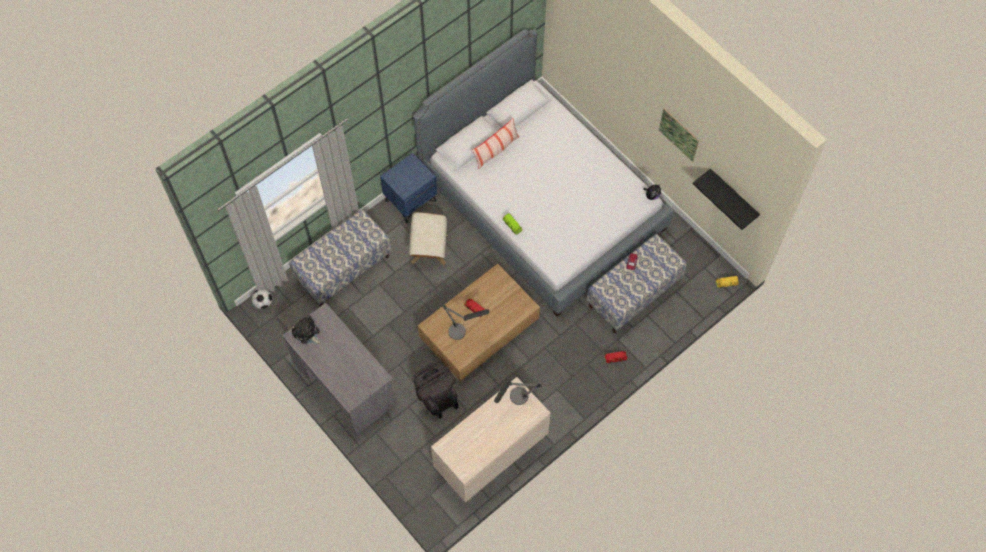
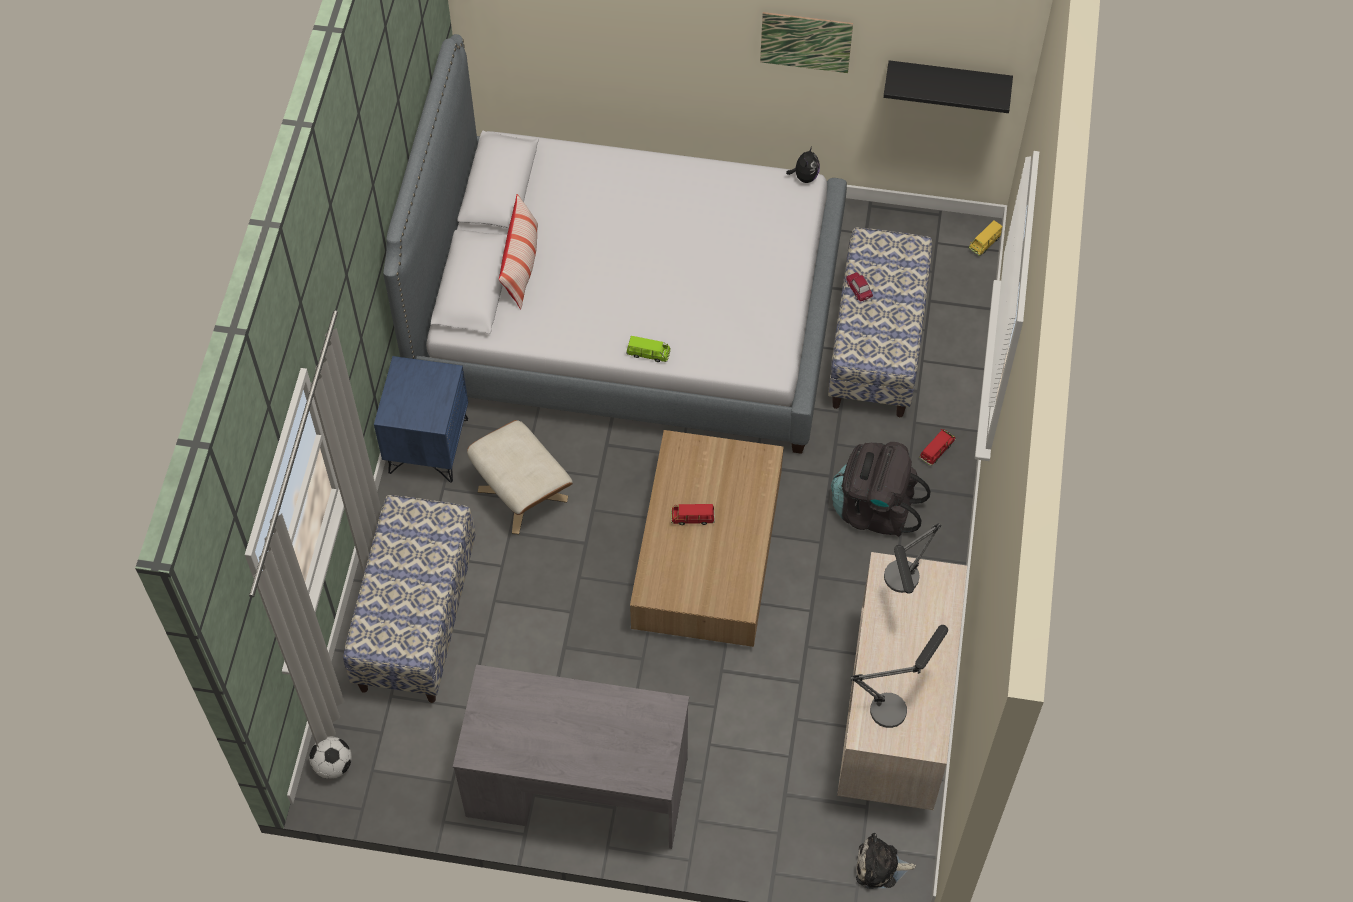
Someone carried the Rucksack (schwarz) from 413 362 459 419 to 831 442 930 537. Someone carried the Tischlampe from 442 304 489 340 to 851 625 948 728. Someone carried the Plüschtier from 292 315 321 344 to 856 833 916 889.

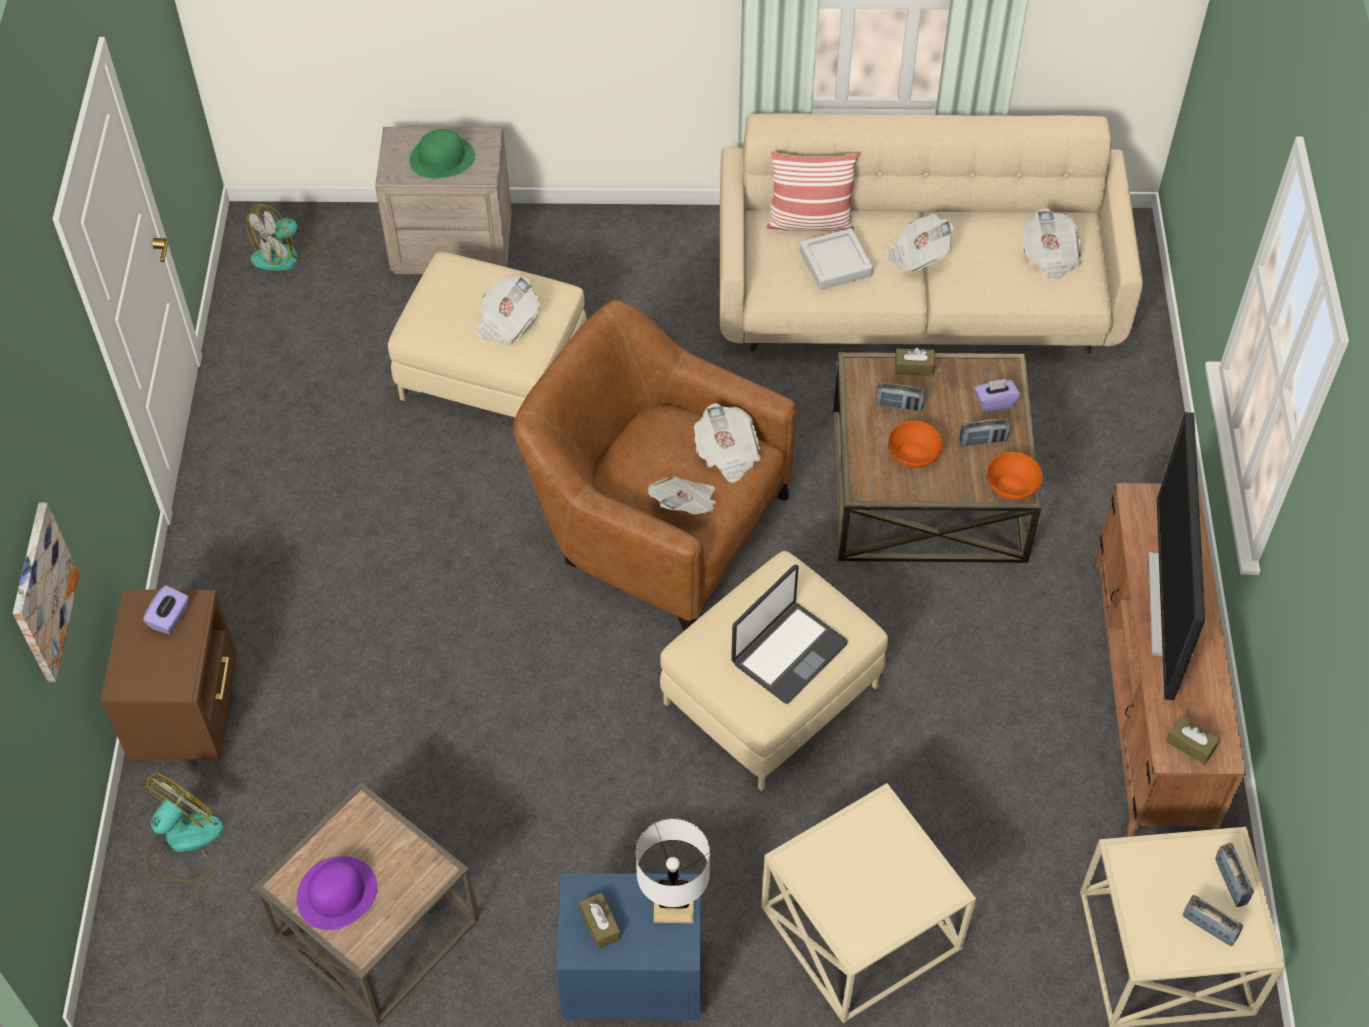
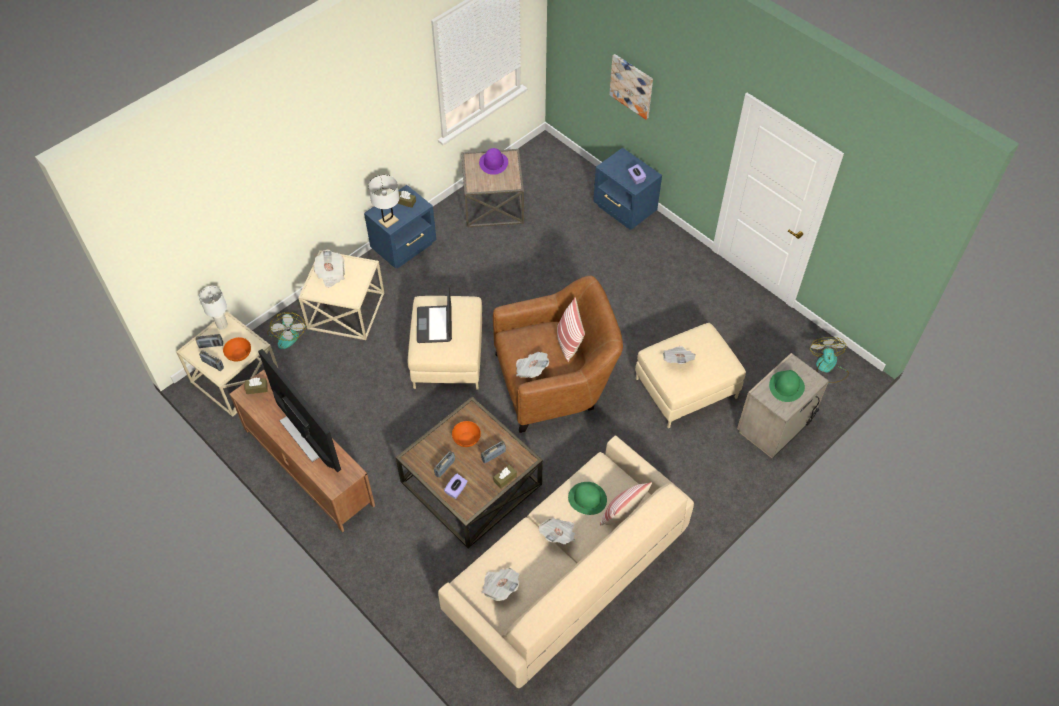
Someone put down the Tischlampe (weiß) at 199 286 228 330. Someone carried the Schüssel (orange) from 987 452 1043 500 to 223 337 251 361. Someone carried the Ventilator from 145 772 224 882 to 267 312 306 349. Someone carried the Zeitung from 648 476 716 515 to 314 249 345 288. Someone put down the Kissen at 557 297 585 362. Someone swapped the Tablett (grau) at 800 228 873 290 for the Hut (grün) at 568 482 607 515. Someone repainted the Nachttisch (braun) at 100 589 237 760, which became the Nachttisch (blau) at 593 148 662 230.

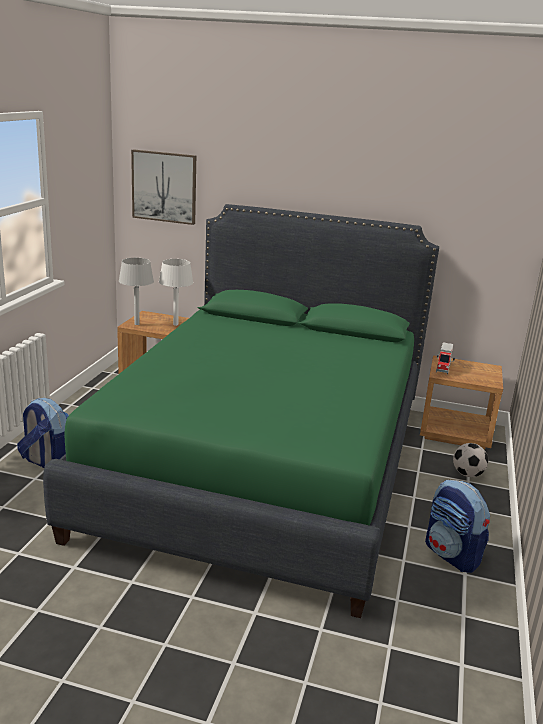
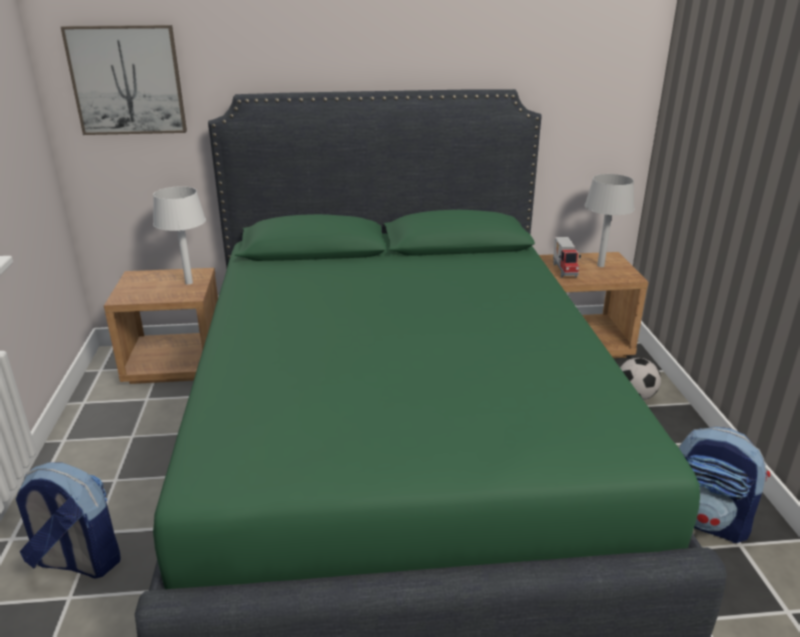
Someone carried the Tischlampe (grau) from 119 258 154 325 to 585 174 634 267.

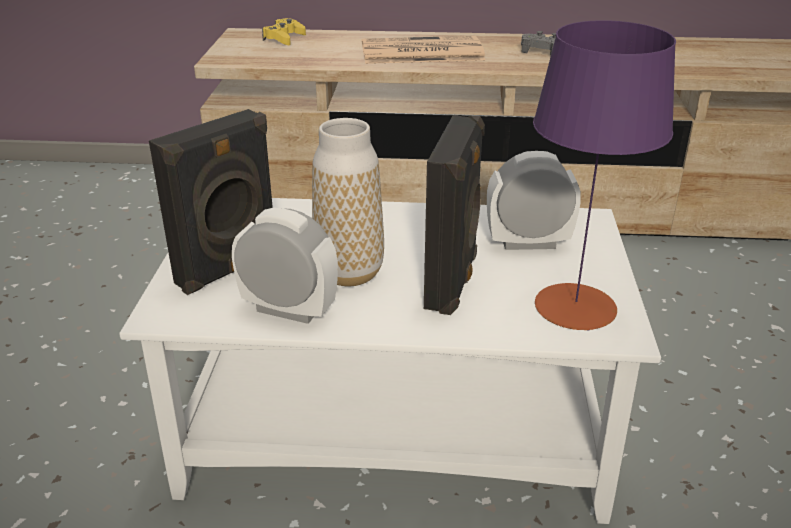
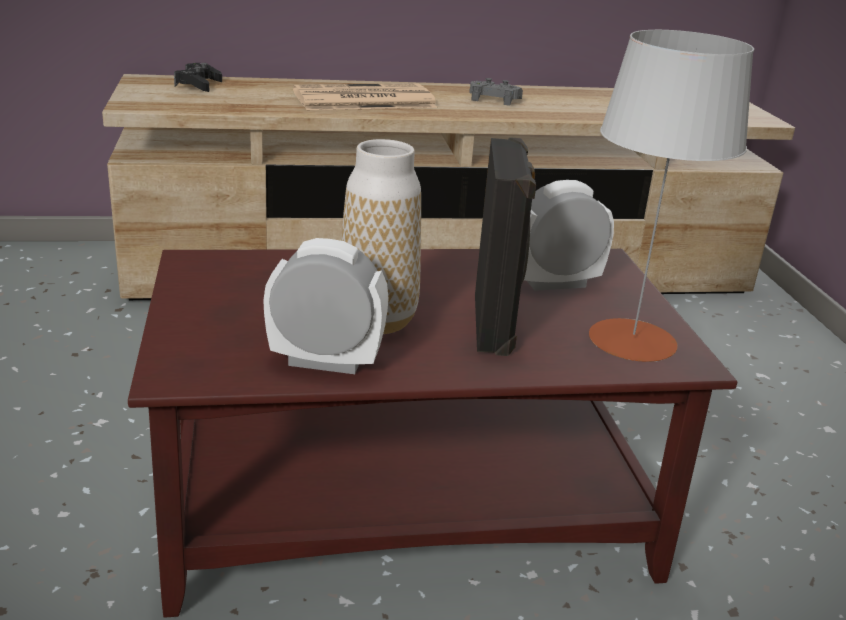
Someone repainted the Couchtisch (weiß) at 119 198 661 524, which became the Couchtisch (braun) at 128 249 737 618. Someone repainted the Gamepad (gelb) at 262 18 306 45, which became the Gamepad (schwarz) at 174 63 222 92. Someone repainted the Tischlampe (lila) at 533 20 676 331, which became the Tischlampe (grau) at 589 30 754 362. Someone took away the Lautsprecher (schwarz) at 149 109 273 295.

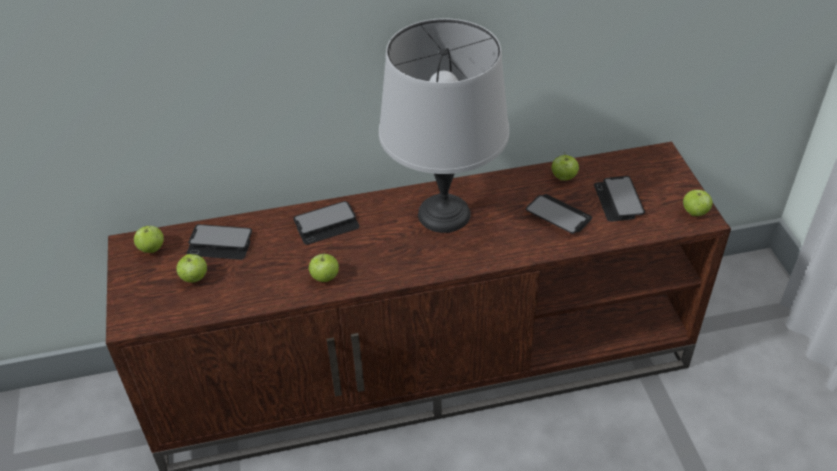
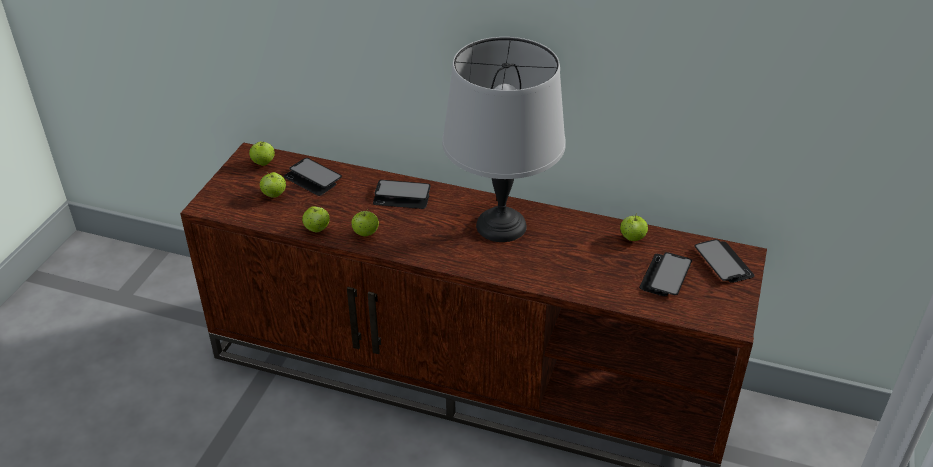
Someone carried the Apfel from 683 190 713 216 to 302 206 330 232. Someone carried the Handy from 526 194 592 234 to 694 239 755 283.

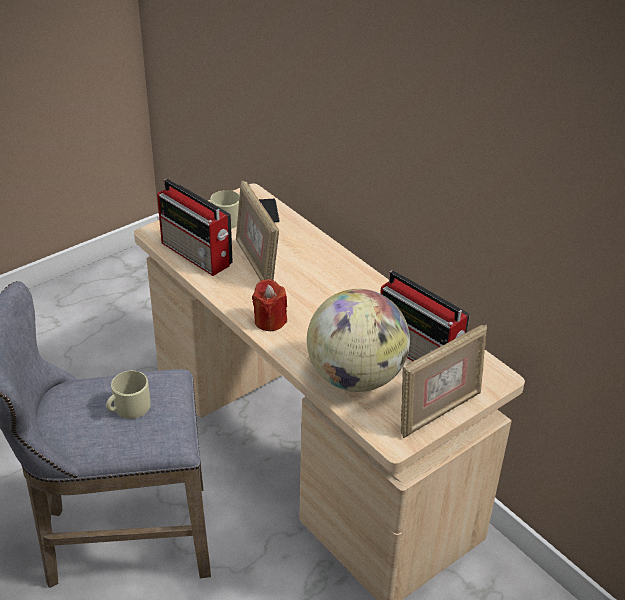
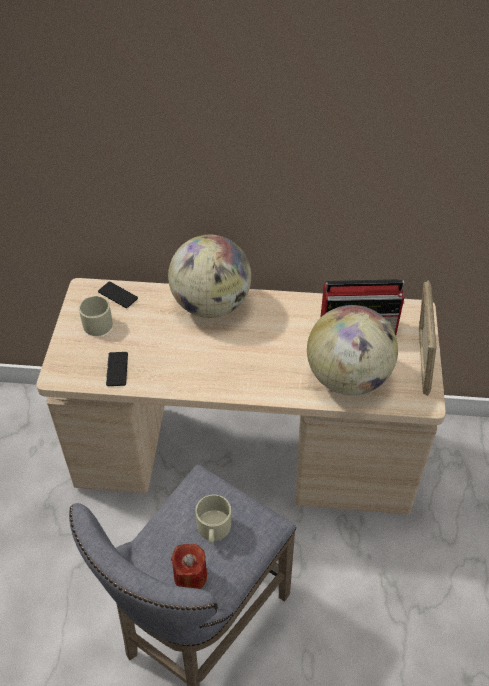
Someone swapped the Radio at 157 179 233 276 for the Handy at 106 352 128 386. Someone put down the Globus at 168 235 251 318. Someone carried the Kerze (rot) from 252 279 287 331 to 171 544 207 589. Someone took away the Bilderrahmen at 236 181 279 280.

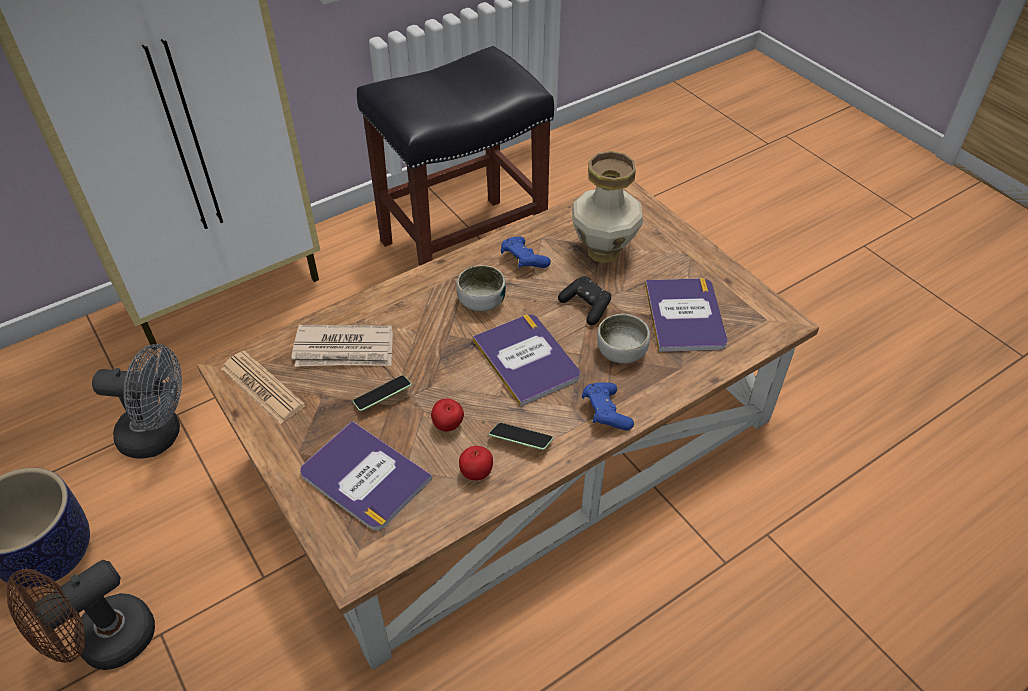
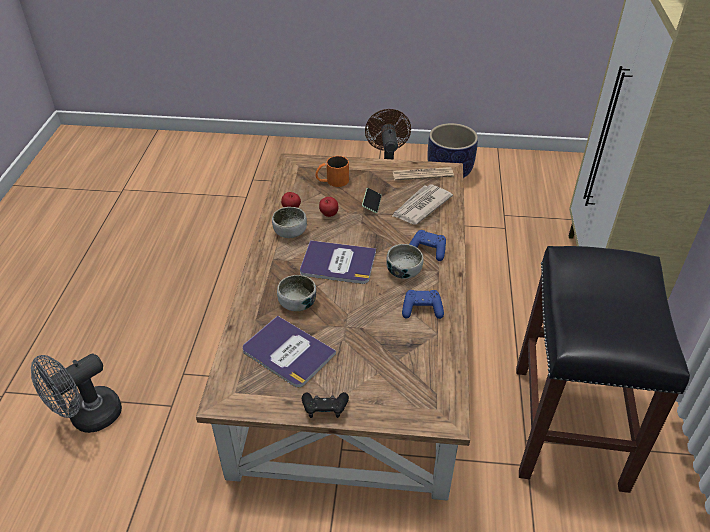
Someone carried the Ventilator (grau) from 92 344 182 459 to 31 354 122 433. Someone swapped the Handy at 489 423 553 450 for the Schüssel at 272 207 307 238. Someone carried the Gamepad (schwarz) from 558 276 611 325 to 302 392 349 418. Someone swapped the Buch at 300 421 432 531 for the Henkelbecher (orange) at 315 156 349 187. Someone carried the Gamepad (blau) from 582 383 634 430 to 409 230 446 261. Someone took away the Vase at 572 151 643 263.

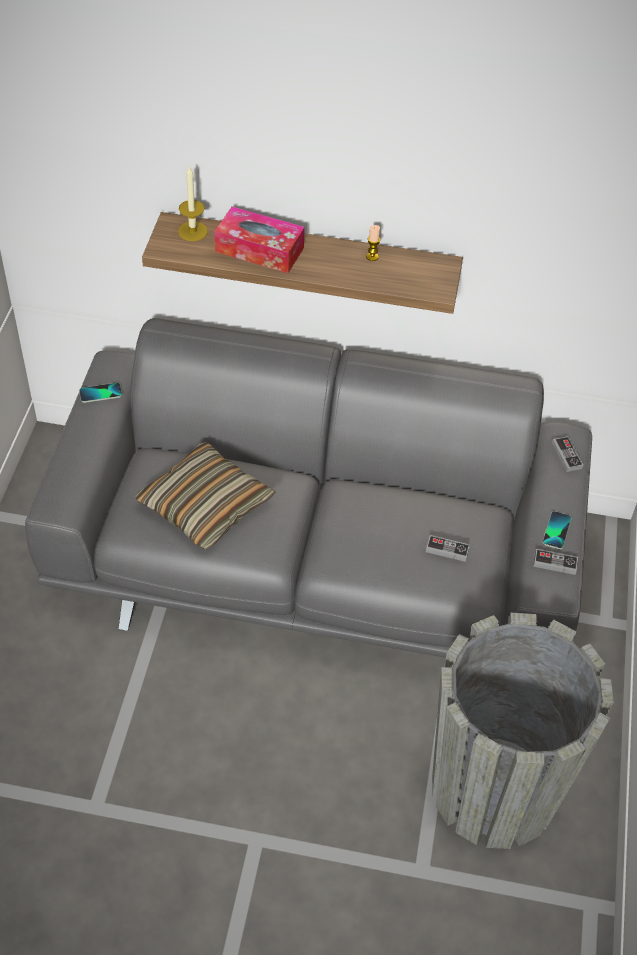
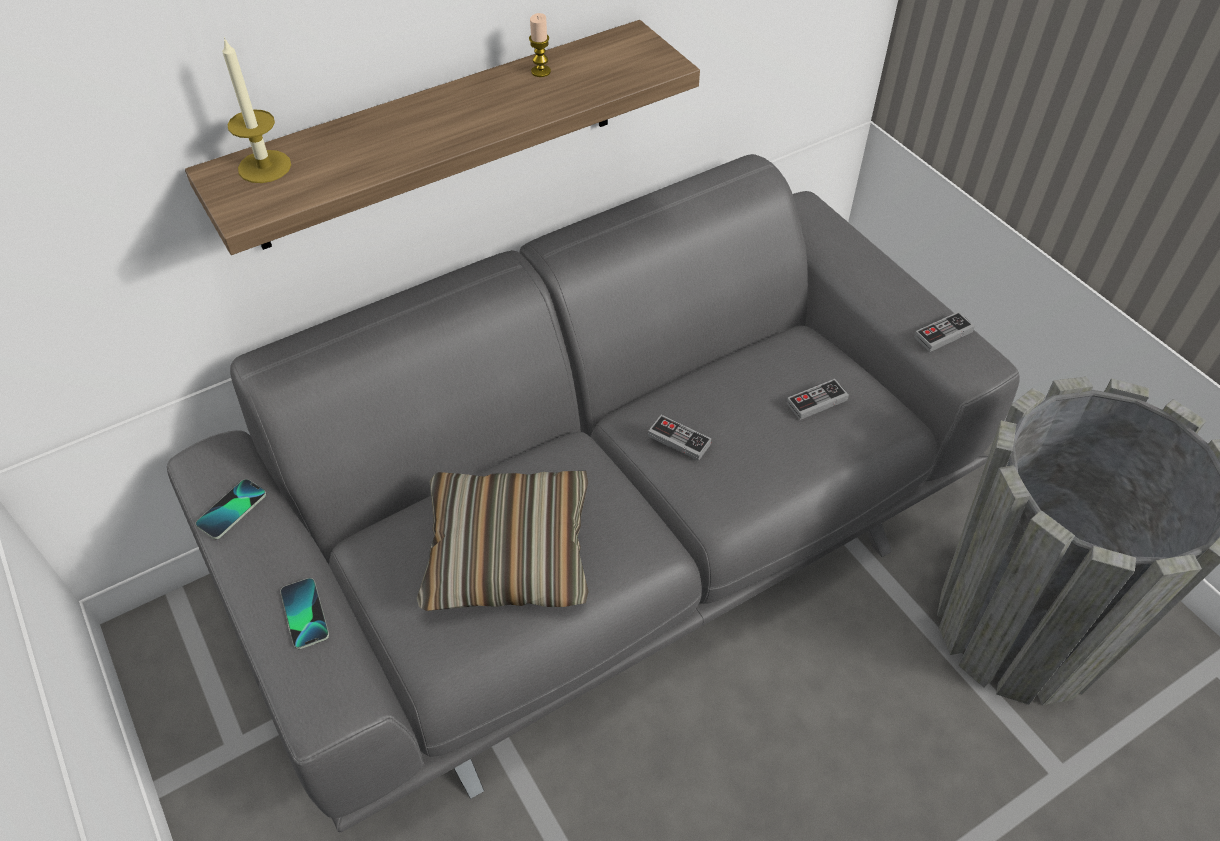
Someone carried the Handy from 543 511 571 550 to 280 578 329 649. Someone carried the Gamepad from 552 436 583 472 to 648 415 712 461. Someone took away the Taschentuchbox at 215 206 305 273.

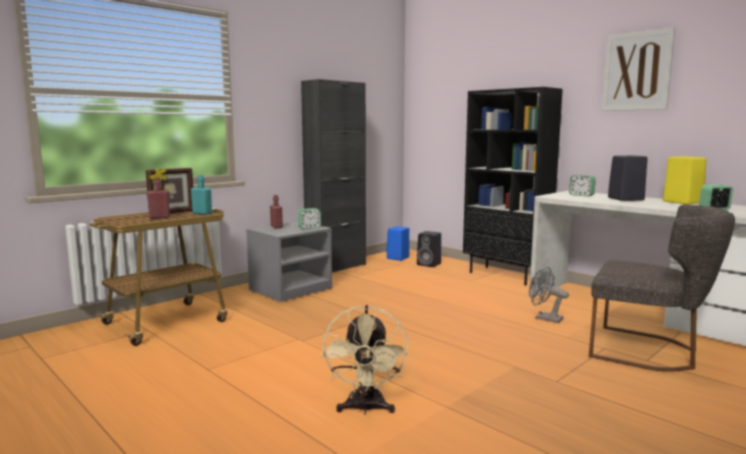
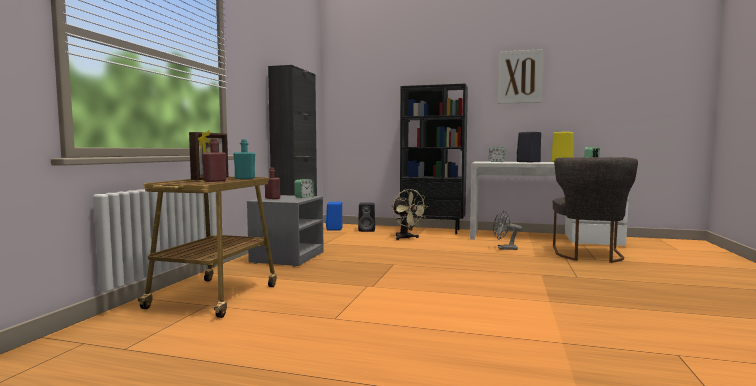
Someone carried the Ventilator (beige) from 321 305 408 415 to 391 189 429 240. Someone rotated the Stuhl (grau) at 589 204 735 372 by 105 degrees clockwise.

